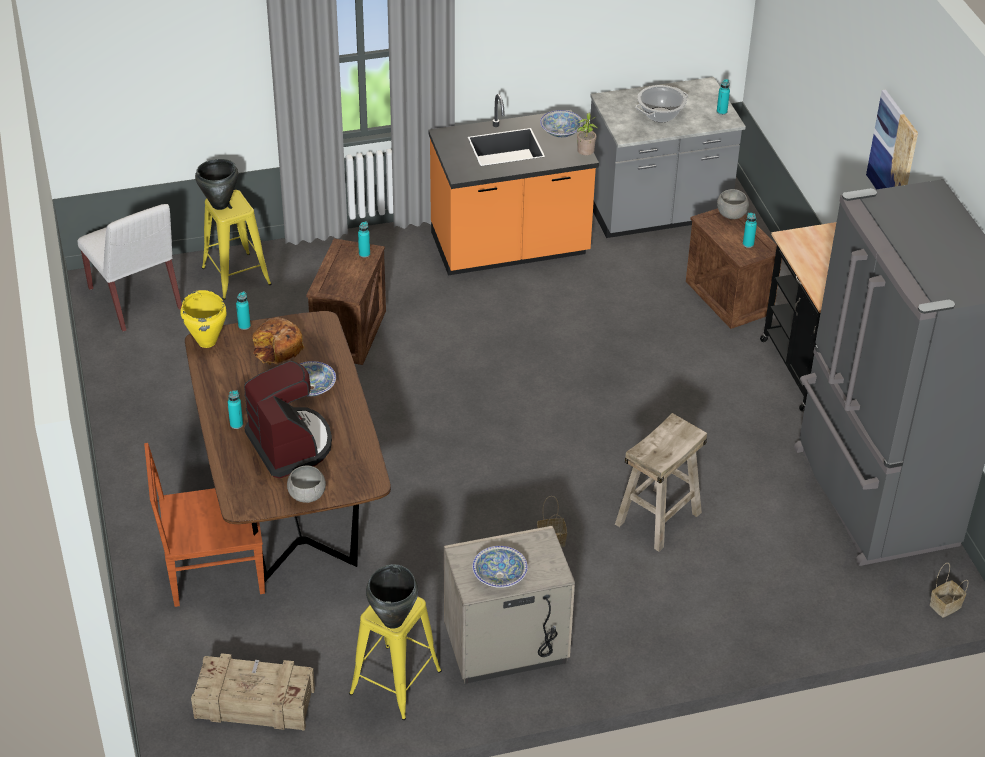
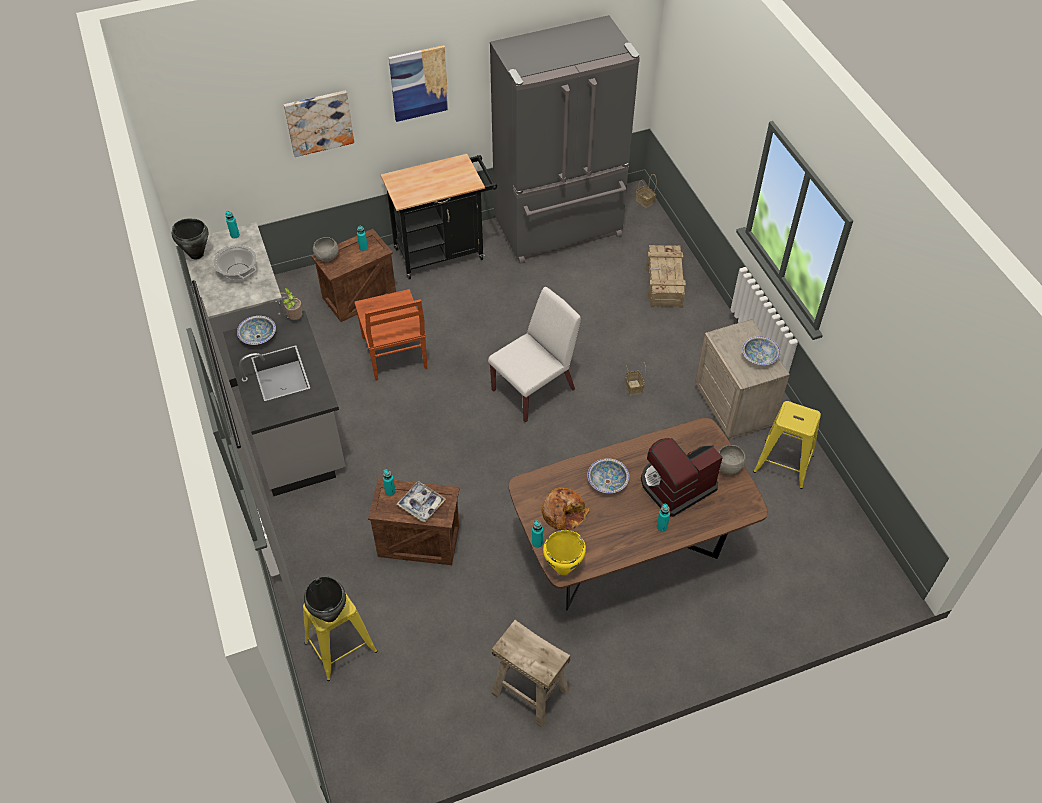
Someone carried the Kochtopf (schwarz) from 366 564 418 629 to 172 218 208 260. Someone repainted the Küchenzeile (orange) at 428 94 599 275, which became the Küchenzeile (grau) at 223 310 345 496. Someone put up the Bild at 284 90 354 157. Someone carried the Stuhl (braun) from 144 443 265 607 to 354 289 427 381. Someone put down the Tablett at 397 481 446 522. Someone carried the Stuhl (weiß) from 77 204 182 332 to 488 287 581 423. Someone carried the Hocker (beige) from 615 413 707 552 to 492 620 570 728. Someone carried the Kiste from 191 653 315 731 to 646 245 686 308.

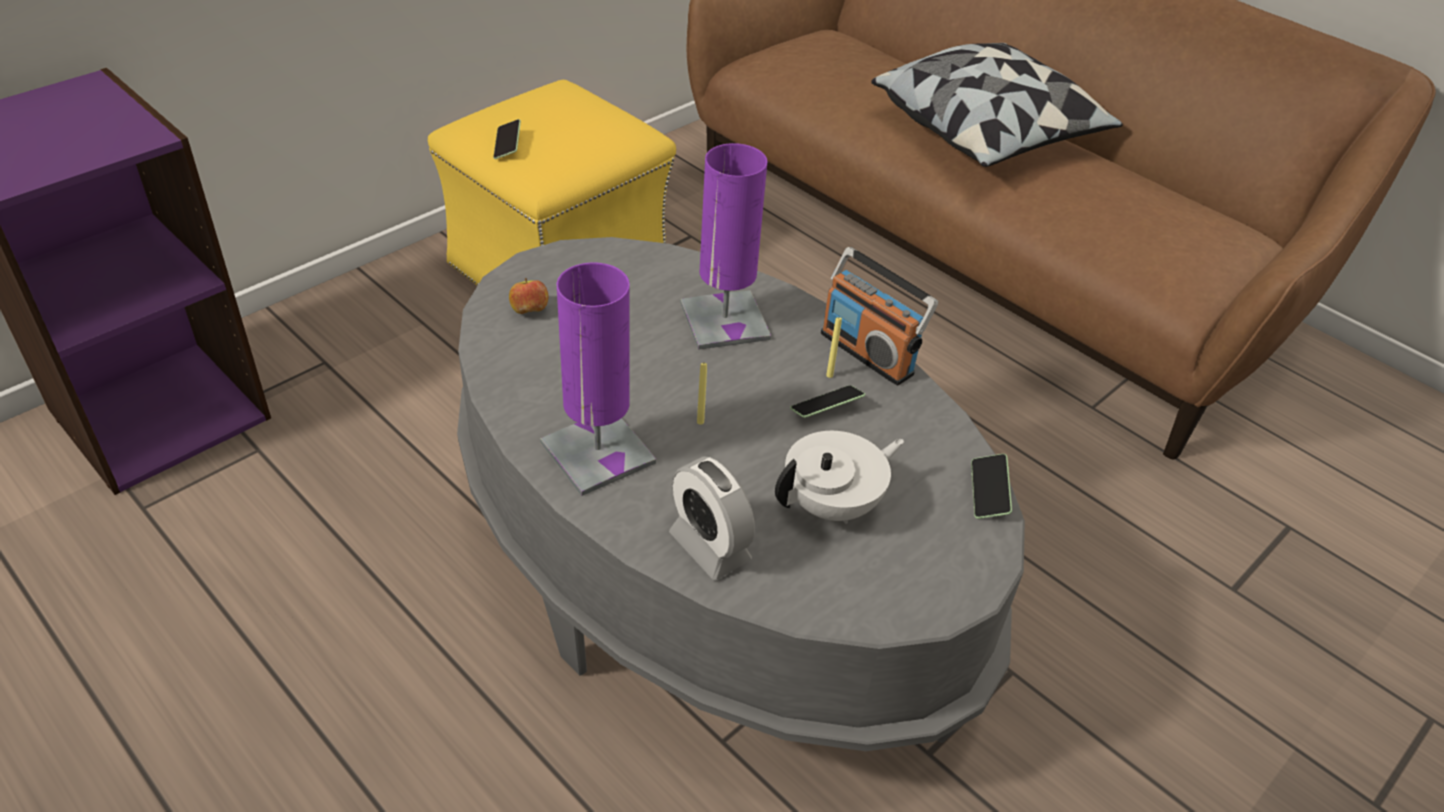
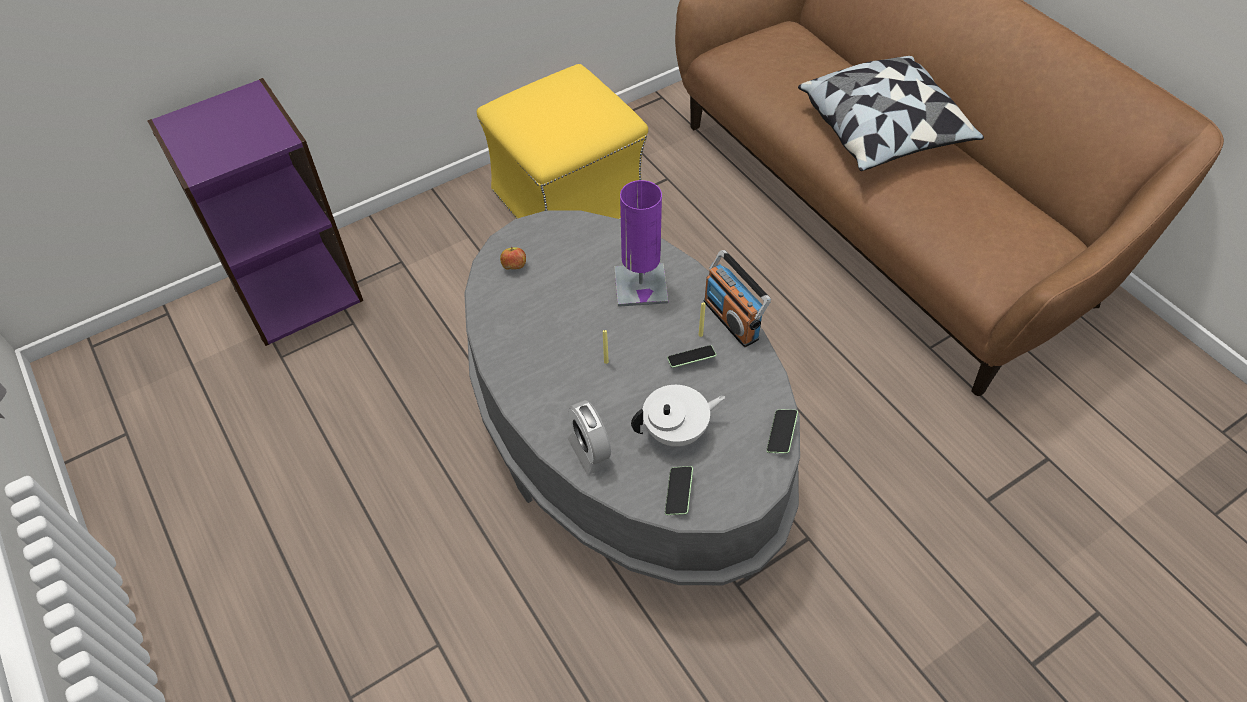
Someone carried the Handy from 493 119 521 159 to 665 466 693 515. Someone took away the Tischlampe (lila) at 540 262 656 496.

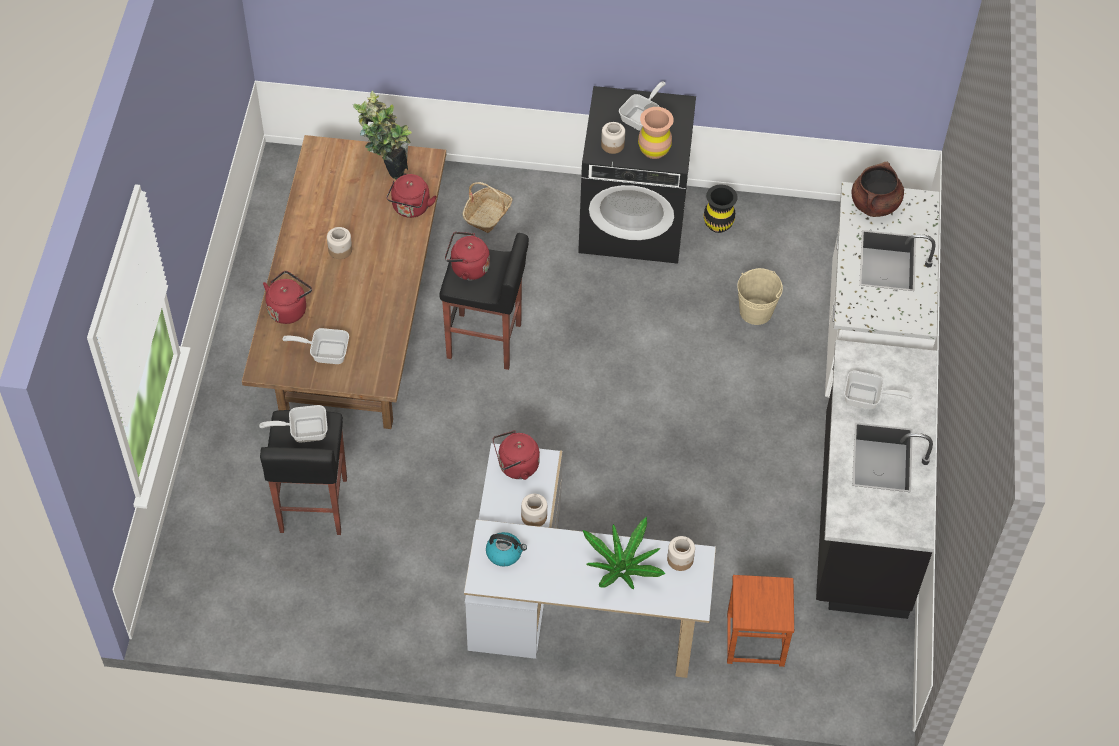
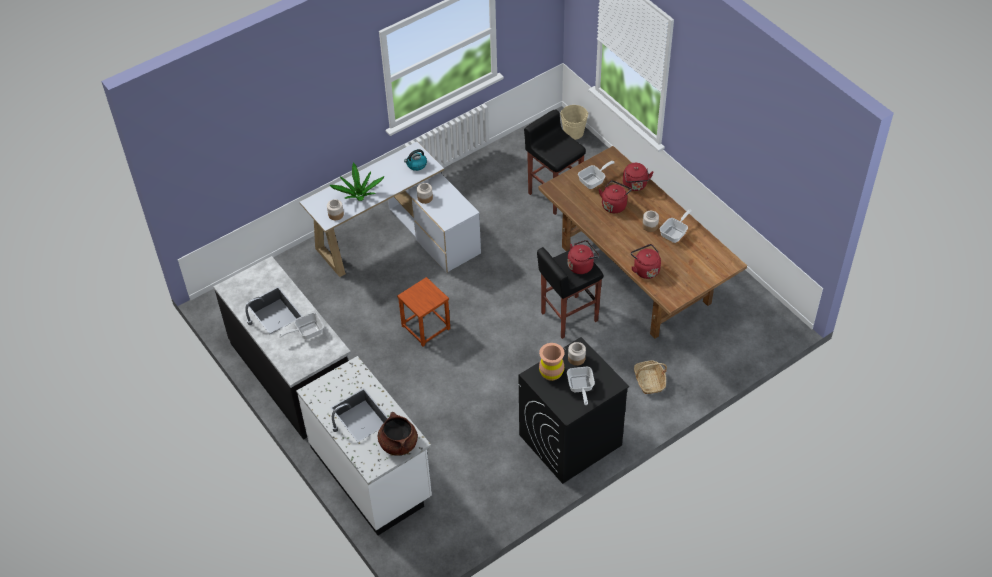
Someone carried the Hocker (braun) from 727 575 794 667 to 397 277 450 347. Someone carried the Eimer (beige) from 737 268 783 325 to 560 105 589 140. Someone carried the Wasserkessel (rot) from 493 430 540 480 to 599 180 632 213. Someone carried the Pfanne from 259 405 328 442 to 660 209 692 243. Someone took away the Topfpflanze at 353 91 412 180. Someone took away the Vase (schwarz) at 703 185 738 233.

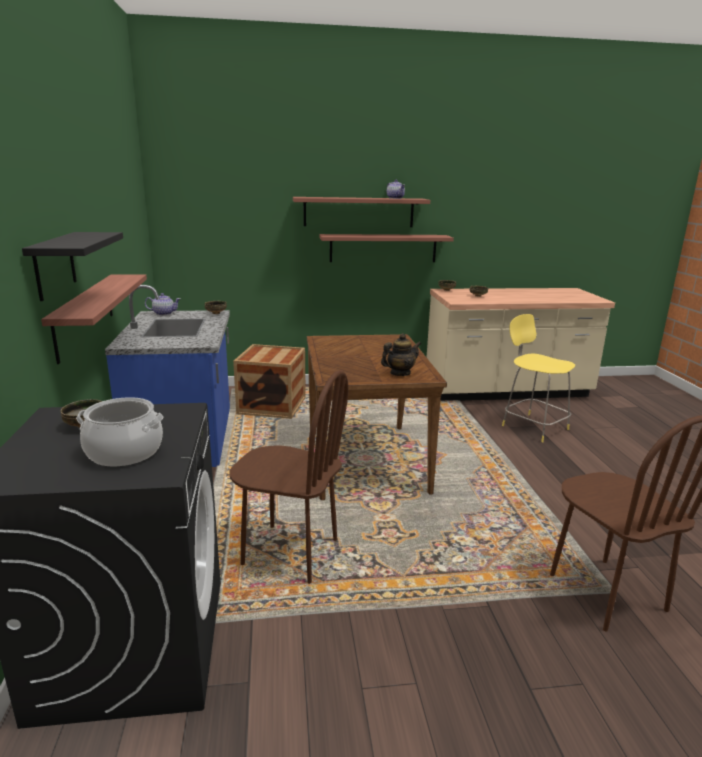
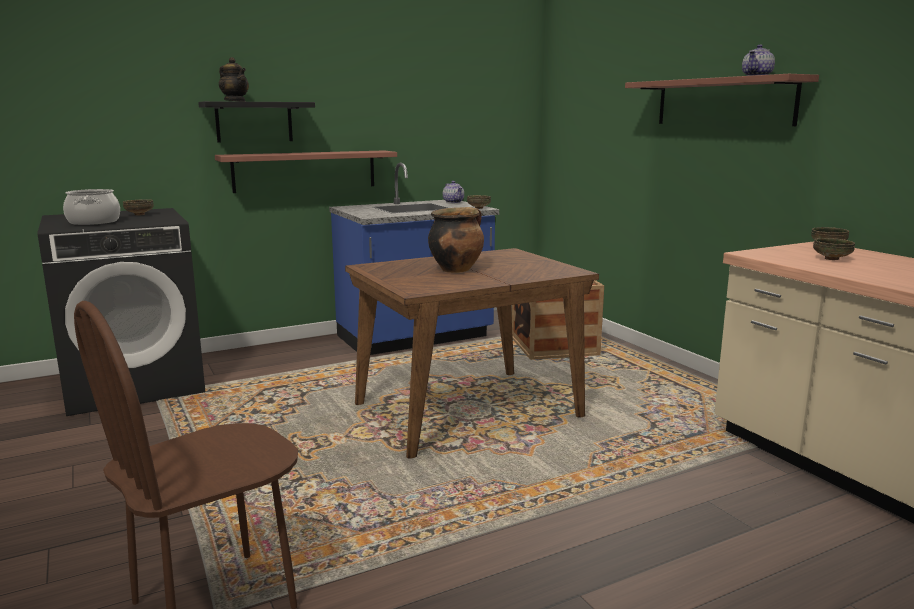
Someone carried the Teekanne from 381 333 421 376 to 219 57 249 102. Someone put down the Kochtopf at 428 207 484 273. Someone took away the Stuhl (braun) at 230 370 348 584. Someone took away the Wandregal at 320 234 454 262. Someone took away the Hocker (gelb) at 502 314 575 442.

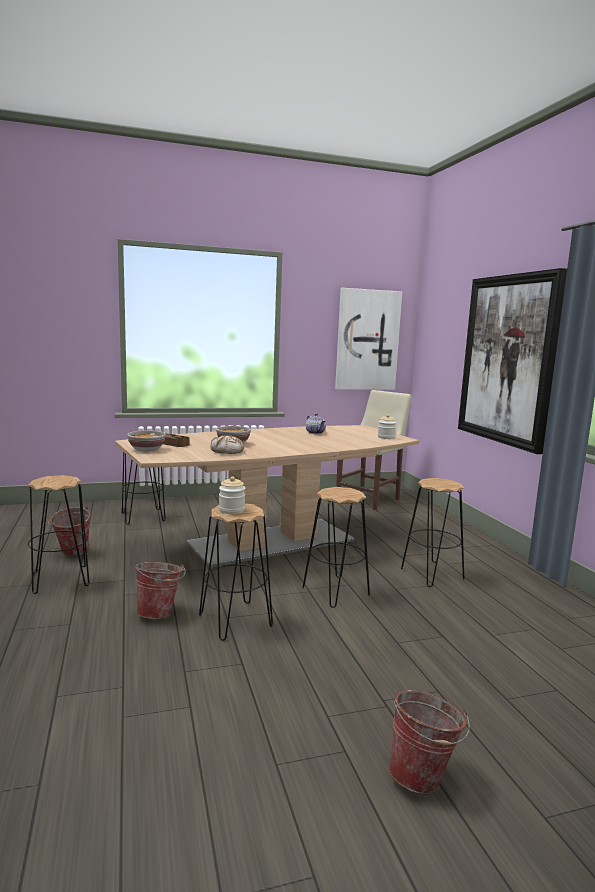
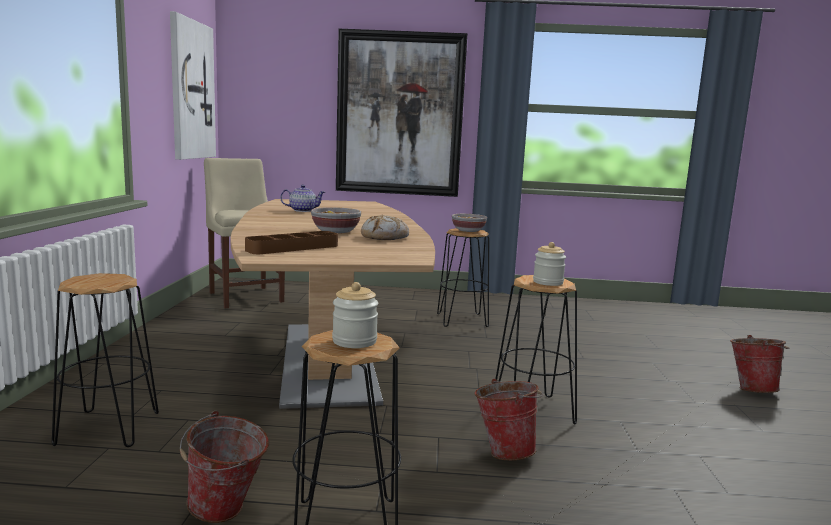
Someone carried the Vorratsglas from 378 414 396 439 to 332 282 378 348. Someone carried the Schüssel from 127 430 166 451 to 452 214 487 232. Someone took away the Hocker (schwarz) at 302 487 370 608.

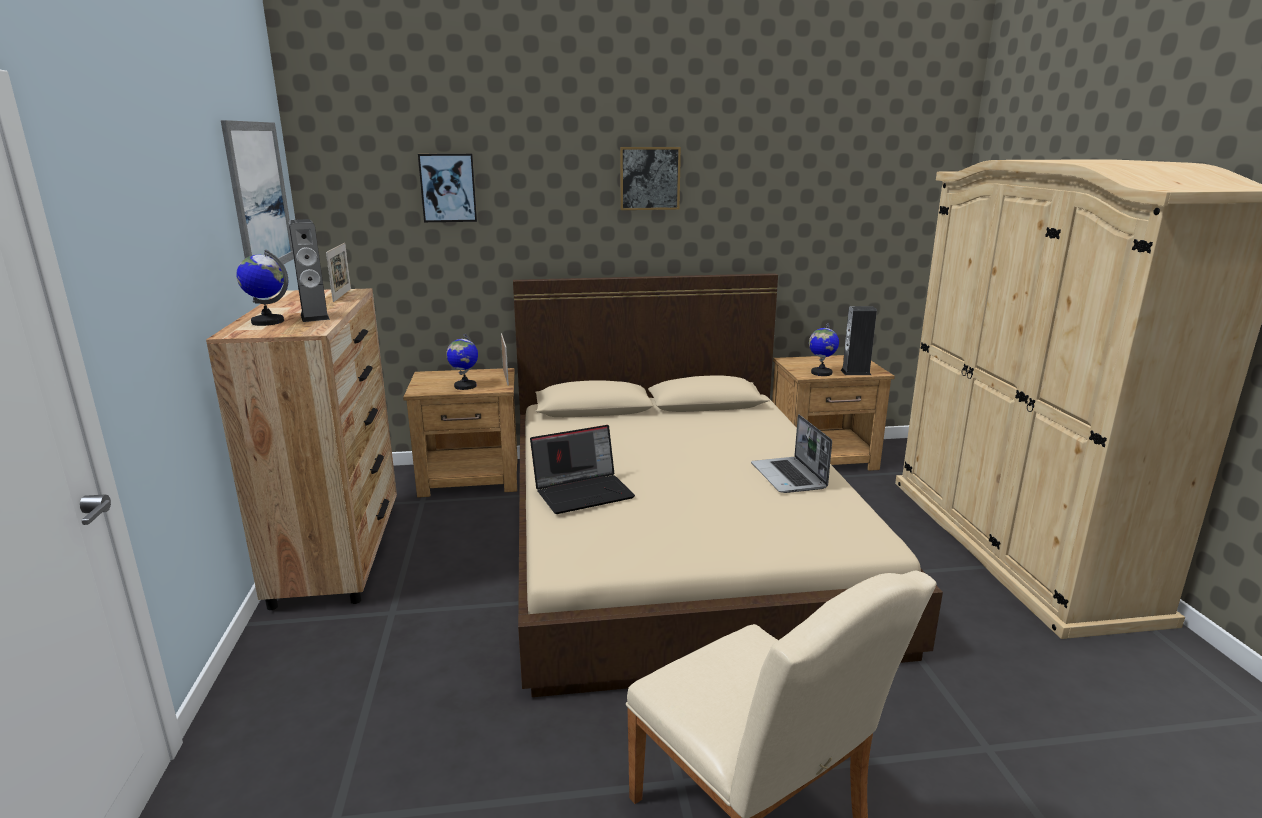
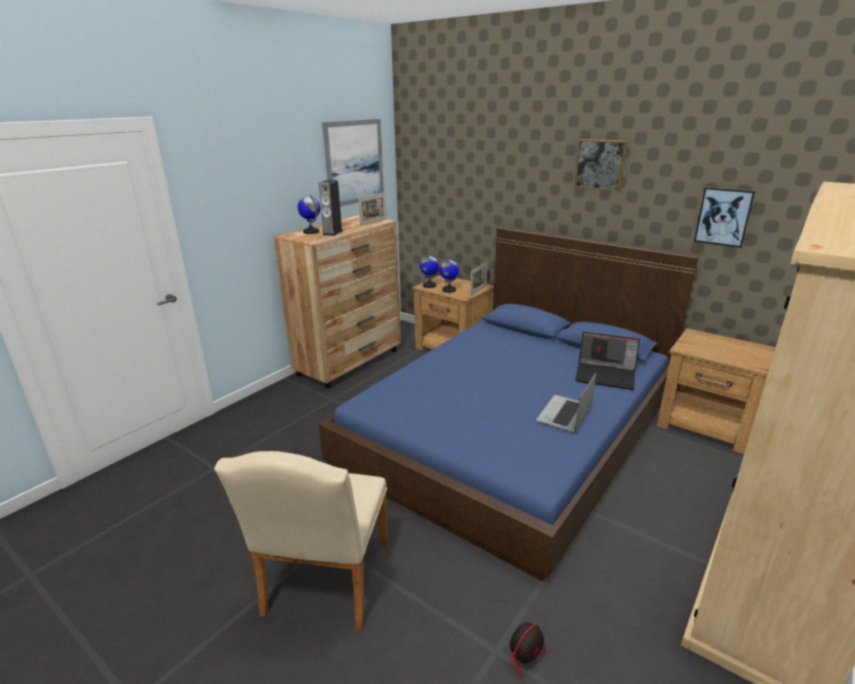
Someone repainted the Bett (beige) at 513 273 943 697, which became the Bett (blau) at 319 227 699 581. Someone carried the Globus from 809 323 839 376 to 420 254 441 288. Someone put down the Ventilator at 476 592 546 680. Someone carried the Laptop from 530 425 635 514 to 575 332 640 390. Someone carried the Bild from 418 154 477 222 to 694 187 755 248. Someone took away the Lautsprecher at 841 306 877 375.

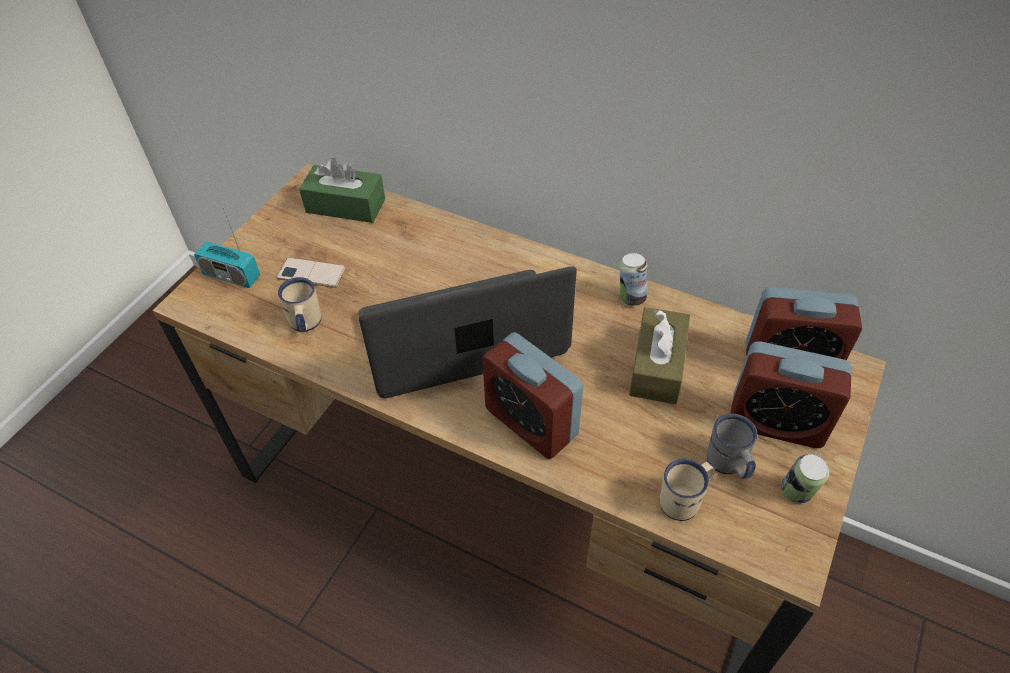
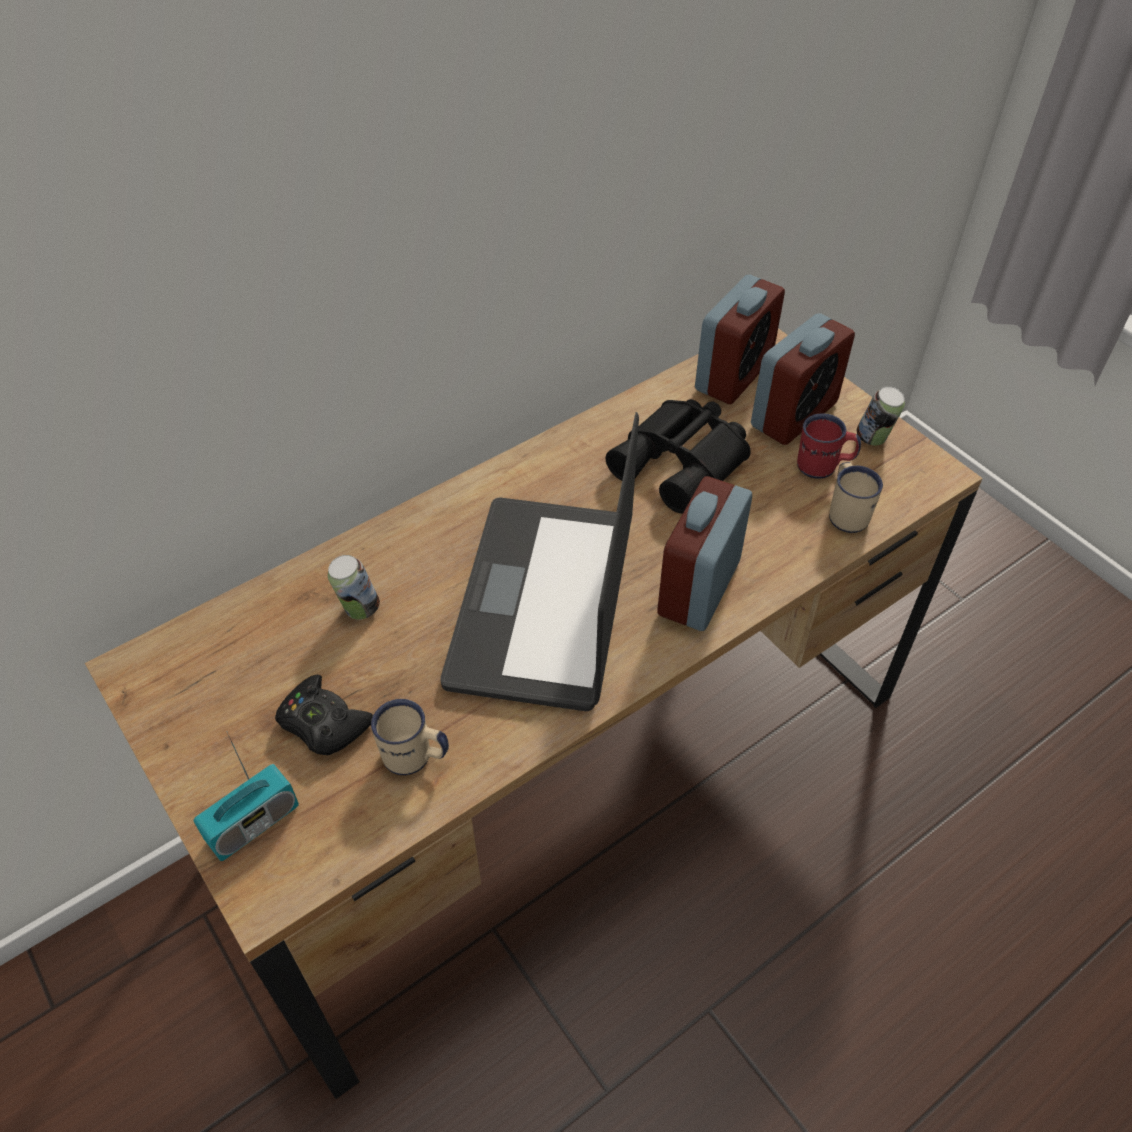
Someone swapped the Handy at 277 258 346 288 for the Gamepad (schwarz) at 275 675 373 755. Someone carried the Dose from 620 253 648 306 to 328 555 380 620. Someone swapped the Taschentuchbox (braun) at 629 307 690 404 for the Fernglas (schwarz) at 606 399 751 514. Someone rotated the Wecker at 482 332 583 459 by 135 degrees clockwise. Someone repainted the Henkelbecher (grau) at 707 413 757 479, which became the Henkelbecher (rot) at 797 413 861 479. Someone took away the Taschentuchbox (grün) at 299 158 385 223.

